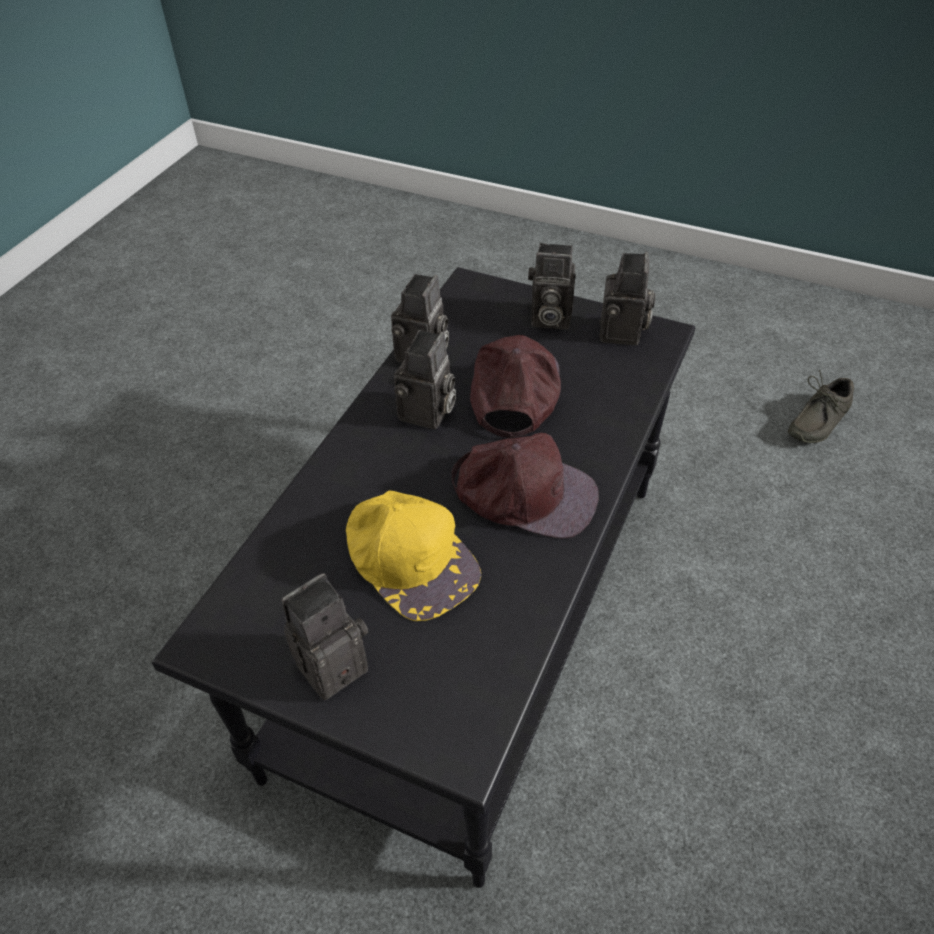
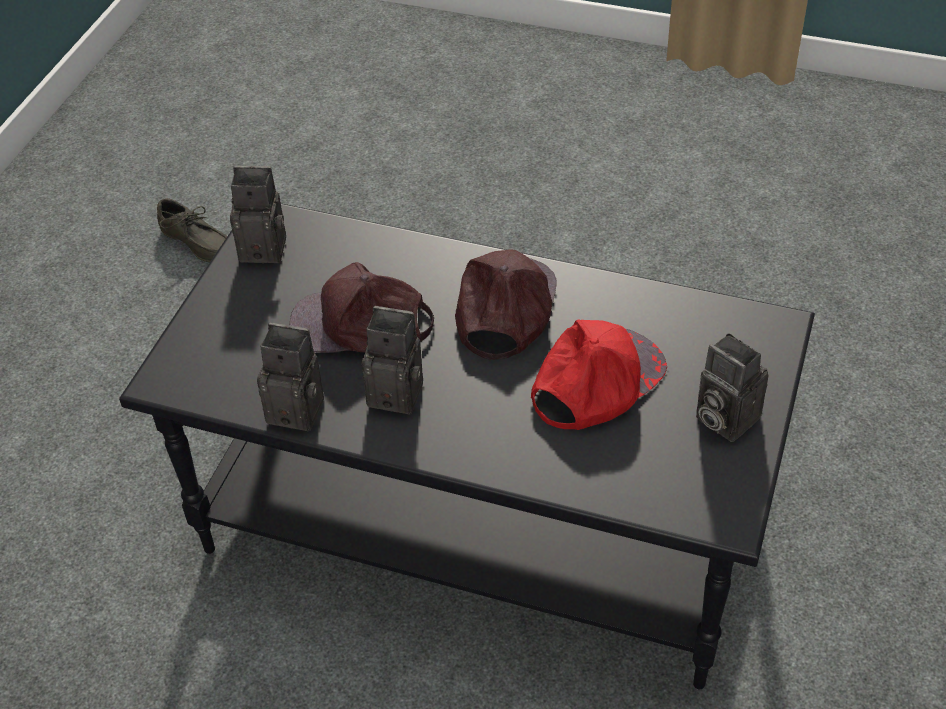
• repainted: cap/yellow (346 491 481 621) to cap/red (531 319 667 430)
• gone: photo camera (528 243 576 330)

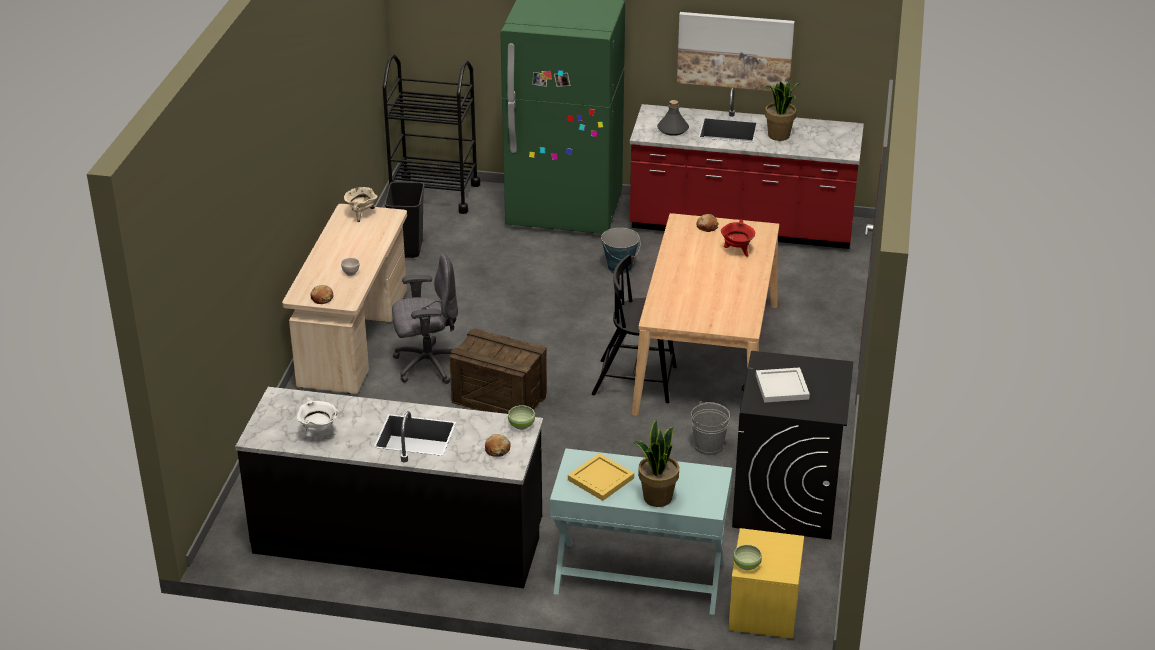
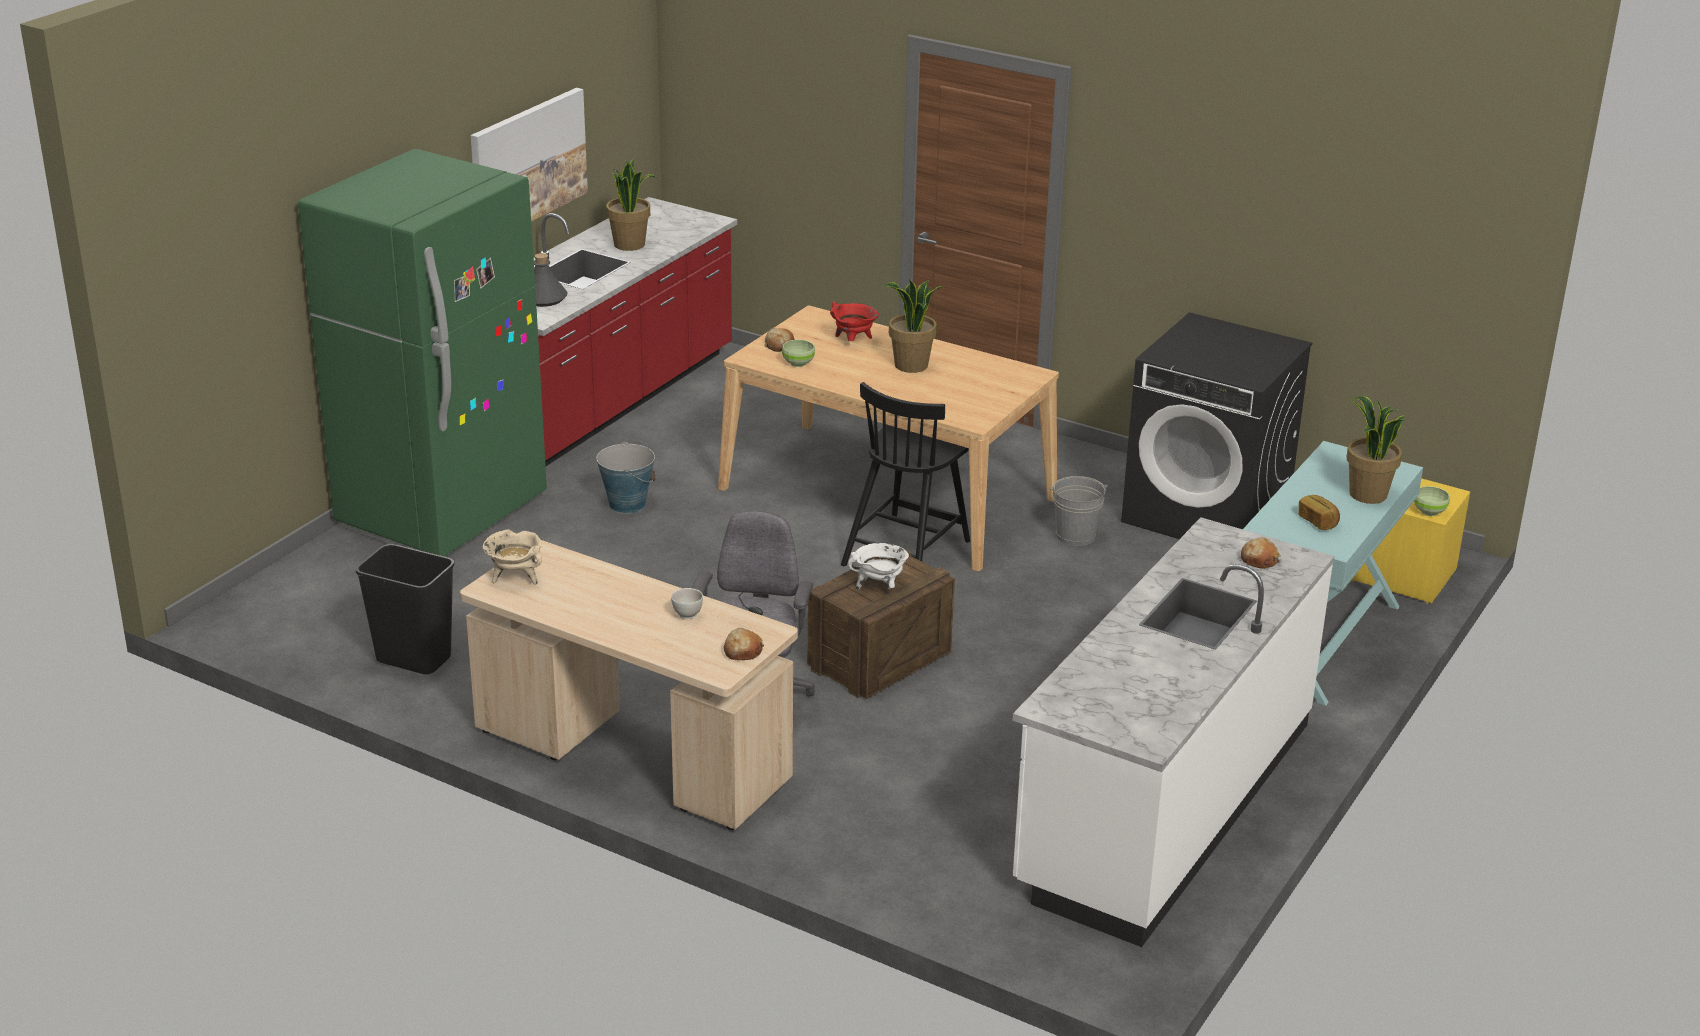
• shifted: bowl/green (508 405 535 430) to (782 340 815 367)
• shifted: cooking pot/white (297 398 338 437) to (848 543 909 590)
• new: potted plant (883 279 943 373)
• repainted: counter/black (235 387 543 588) to counter/white (1013 517 1334 947)
• swapped: tray/yellow (568 453 634 501) to bread (1298 495 1340 530)
• gone: cart/black (383 55 480 214)
• gone: tray/white (756 367 810 403)

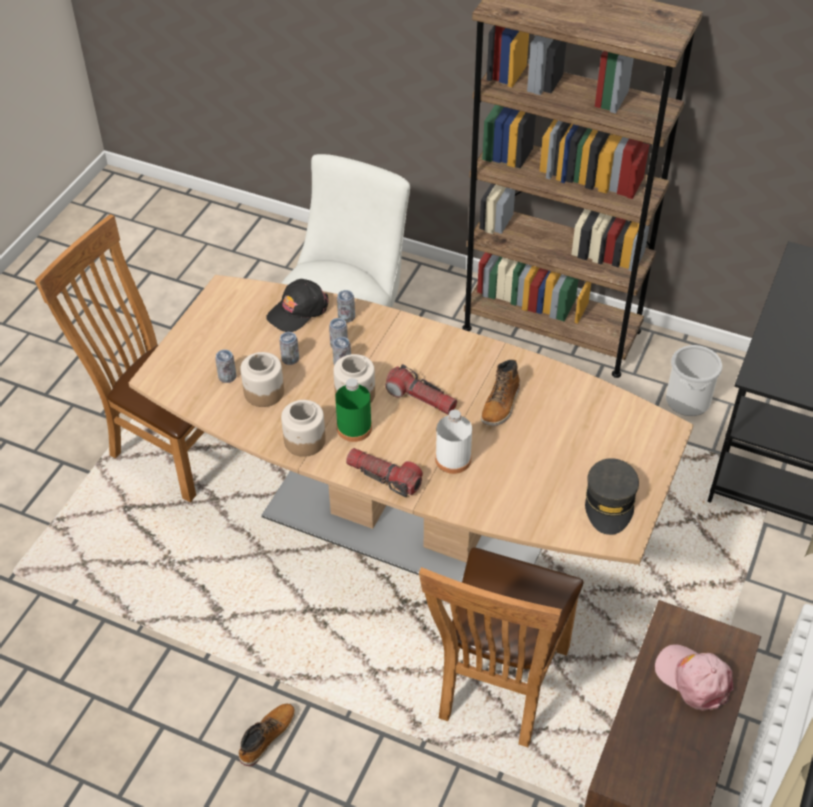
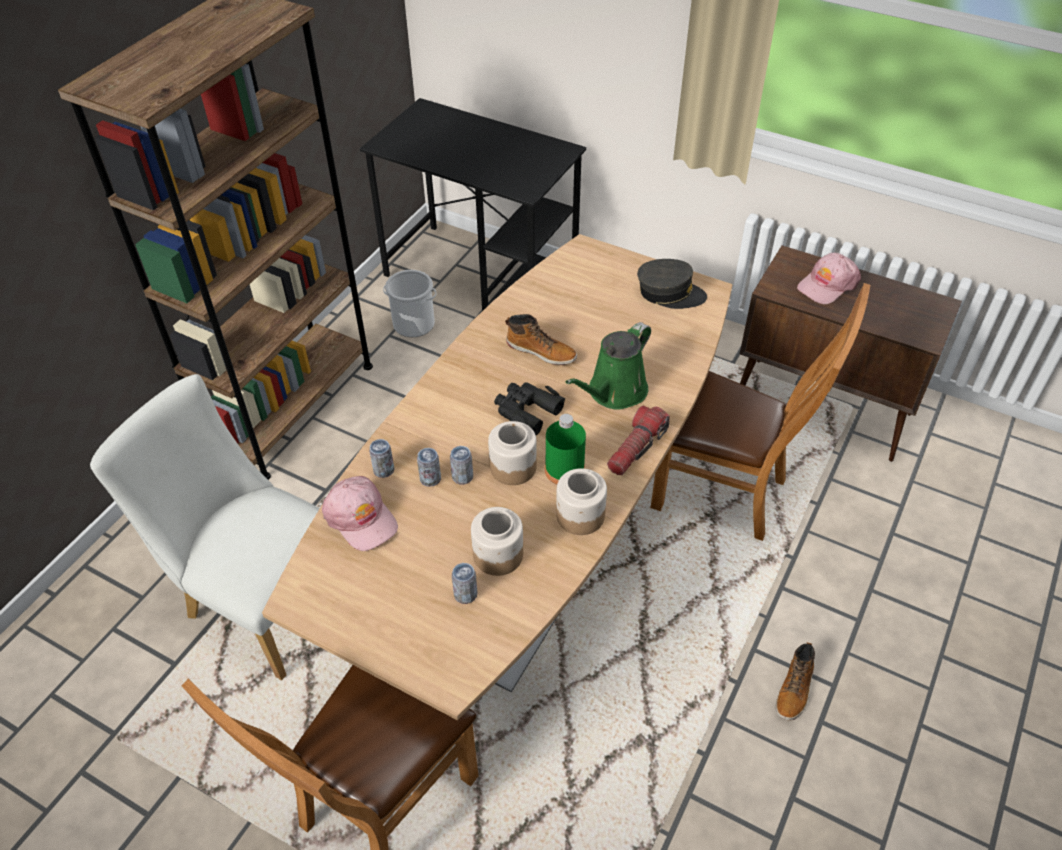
• repainted: cap/black (266 279 329 332) to cap/pink (322 476 398 551)
• swapped: flashlight (385 364 457 415) to binoculars/black (494 382 565 435)
• swapped: bottle/white (435 410 472 474) to watering can/green (566 322 651 410)
• rotated: boot (239 703 296 766) = (776 642 815 721) 105 degrees counterclockwise
• gone: can (279 332 299 365)

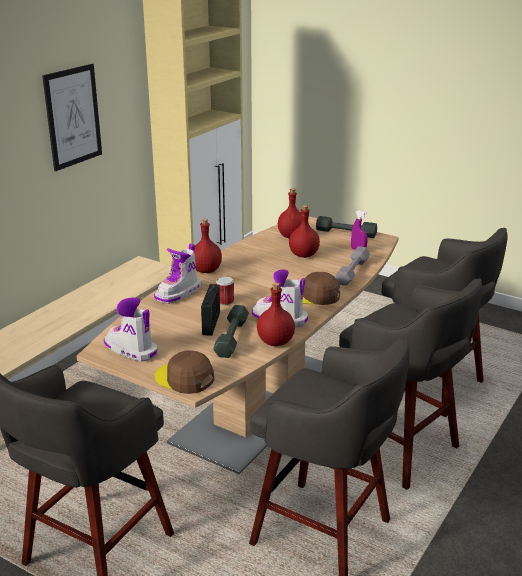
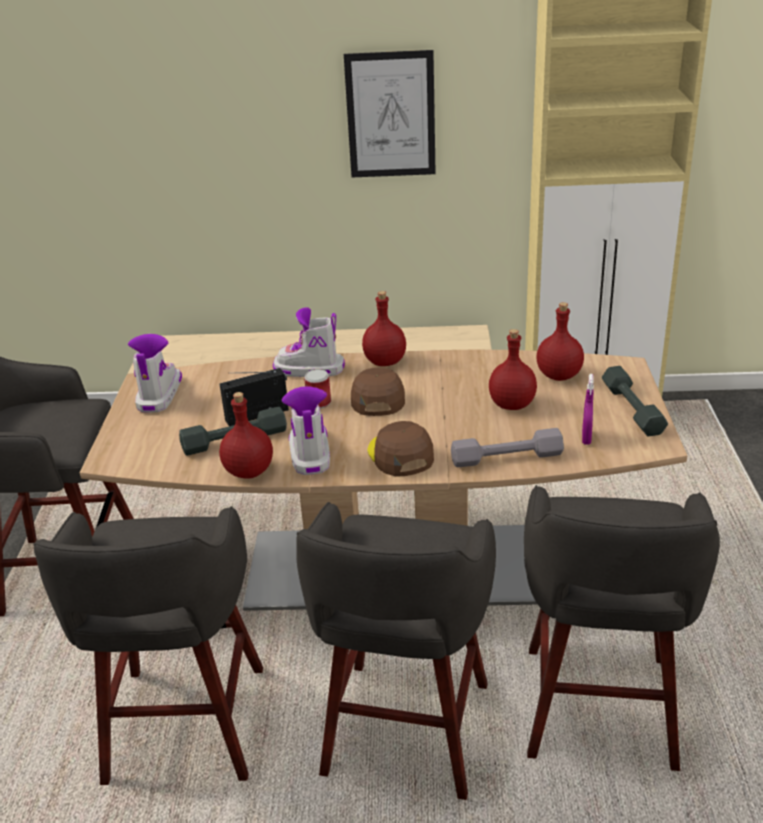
• shifted: cap/brown (155 351 214 394) to (351 368 405 416)

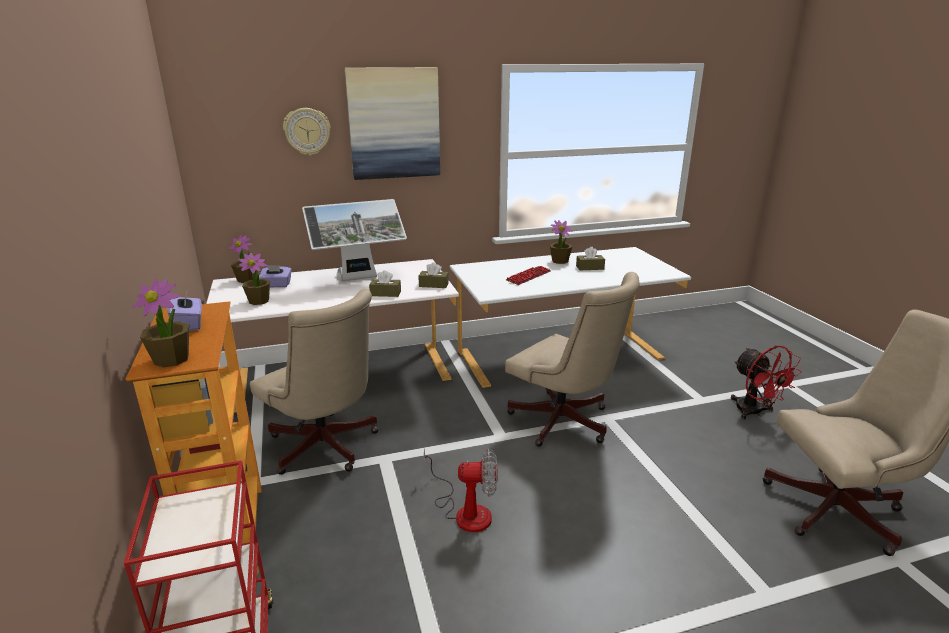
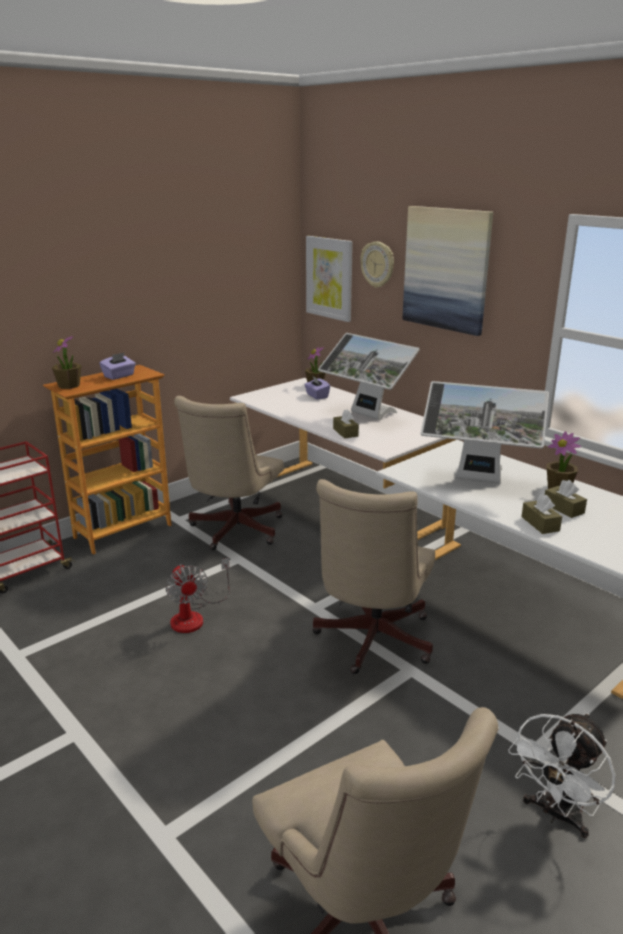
• new: picture (306 236 353 322)
• swapped: keyboard (506 266 551 285) to monitor (421 381 549 484)
• repainted: fan/red (731 345 802 420) to fan/white (508 713 616 838)
• shifted: tissue box/brown (419 262 449 288) to (521 494 562 534)
• gone: potted plant (238 253 270 305)

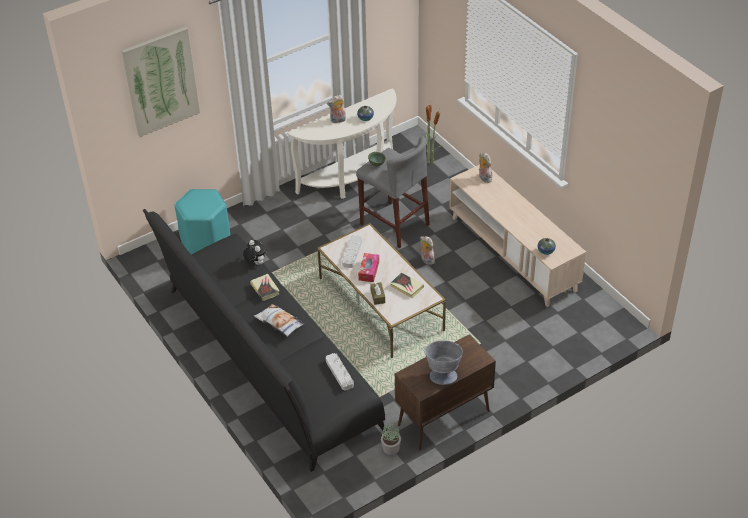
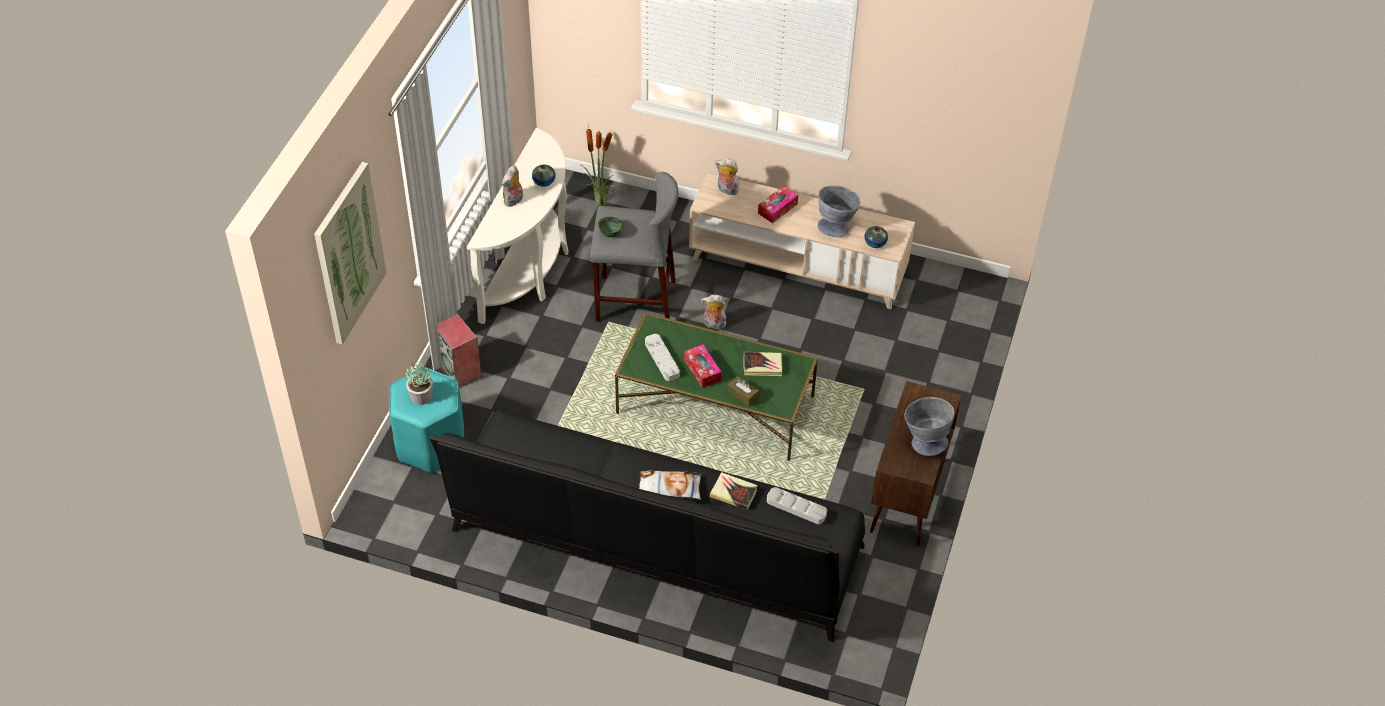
• shifted: potted plant (381 422 401 455) to (406 361 433 405)
• new: speaker (437 314 482 388)
• repainted: coffee table/white (317 223 446 358) to coffee table/green (615 312 818 461)
• shifted: book (250 274 279 301) to (710 472 758 510)
• new: tissue box (758 185 798 223)
• new: bowl/grey (818 185 861 237)
• gone: plush toy (243 240 266 265)

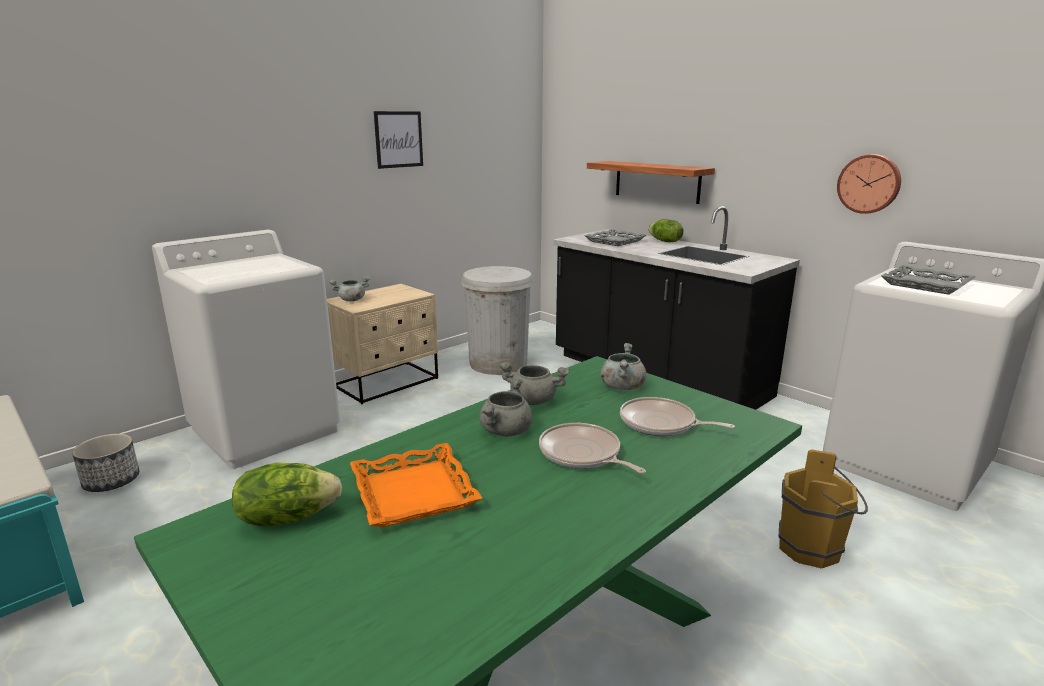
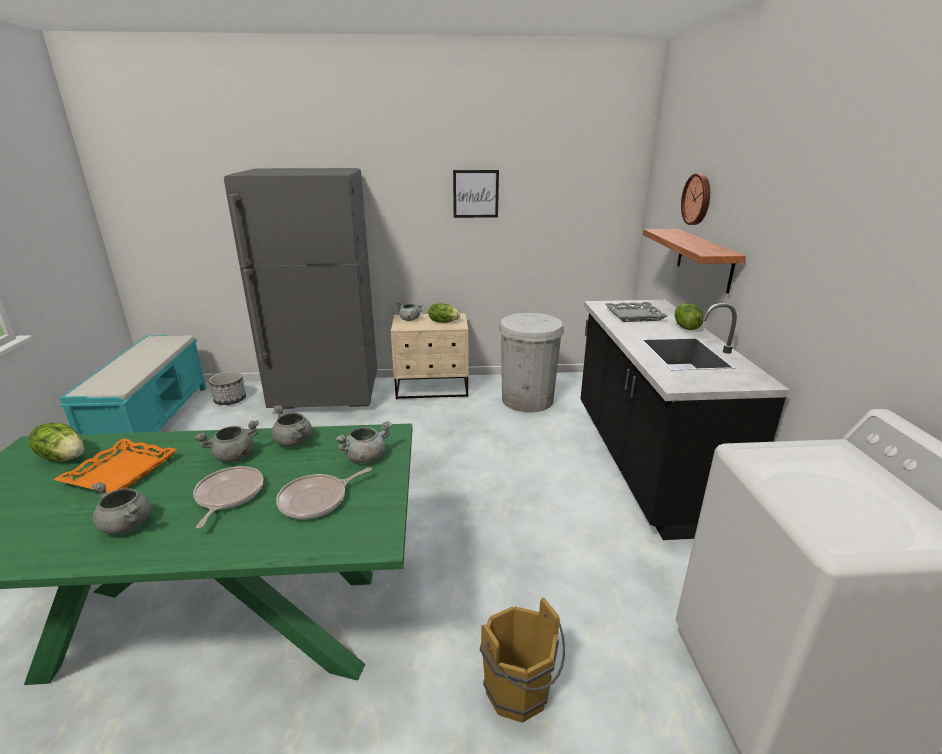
• new: cooking pot/grey (92 482 151 535)
• swapped: washing machine/white (152 230 340 469) to fridge/grey (224 168 377 409)
• rotated: frying pan (620 397 735 436) = (276 467 372 519) 105 degrees counterclockwise
• new: lettuce (428 303 460 323)
• shifted: wall clock (837 154 901 214) to (681 174 710 225)
• gone: tray/grey (881 265 976 295)

